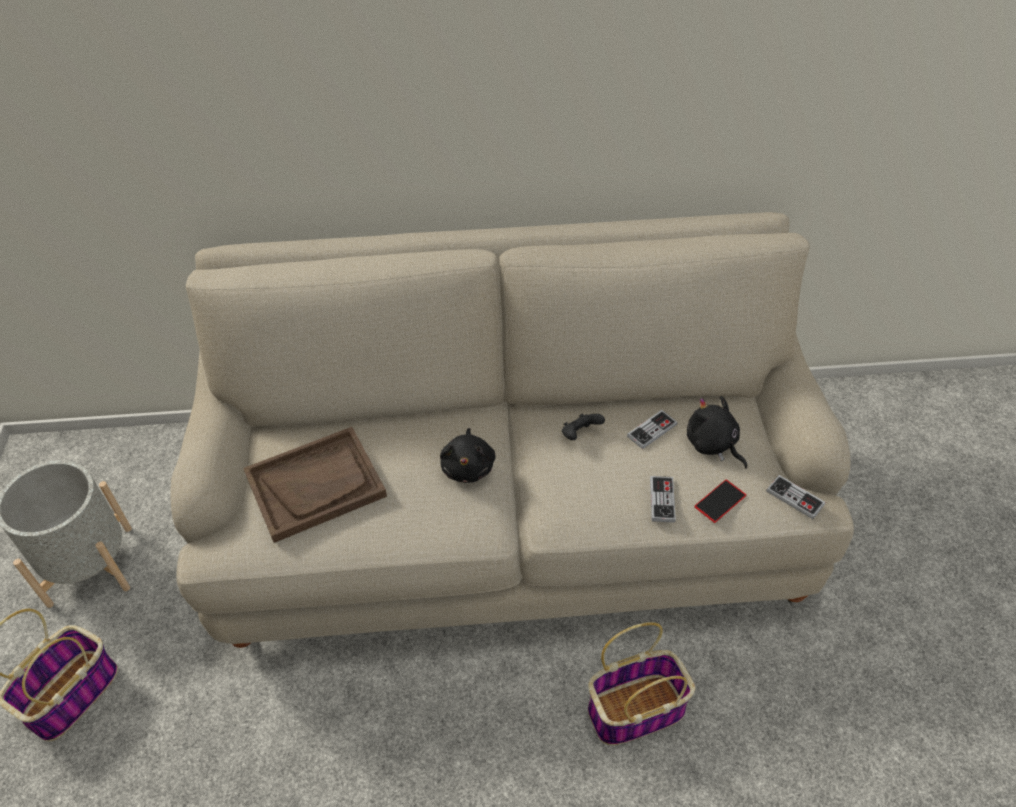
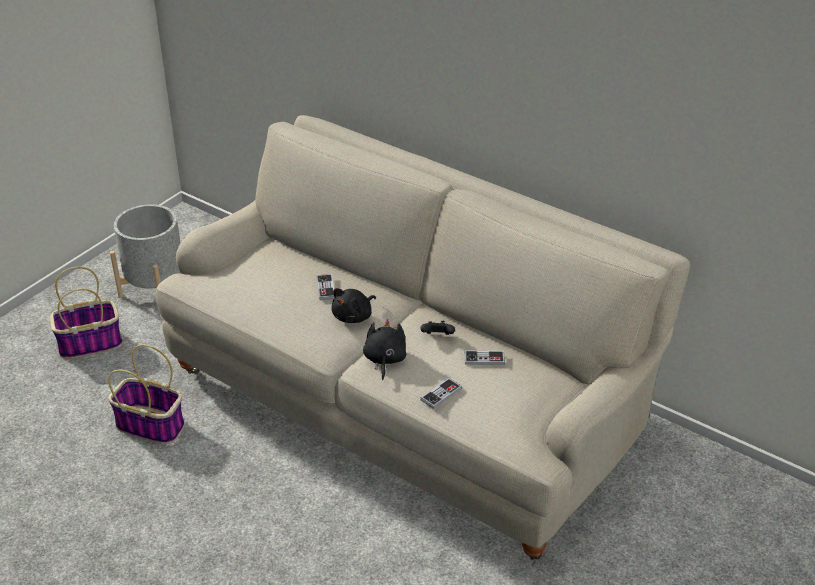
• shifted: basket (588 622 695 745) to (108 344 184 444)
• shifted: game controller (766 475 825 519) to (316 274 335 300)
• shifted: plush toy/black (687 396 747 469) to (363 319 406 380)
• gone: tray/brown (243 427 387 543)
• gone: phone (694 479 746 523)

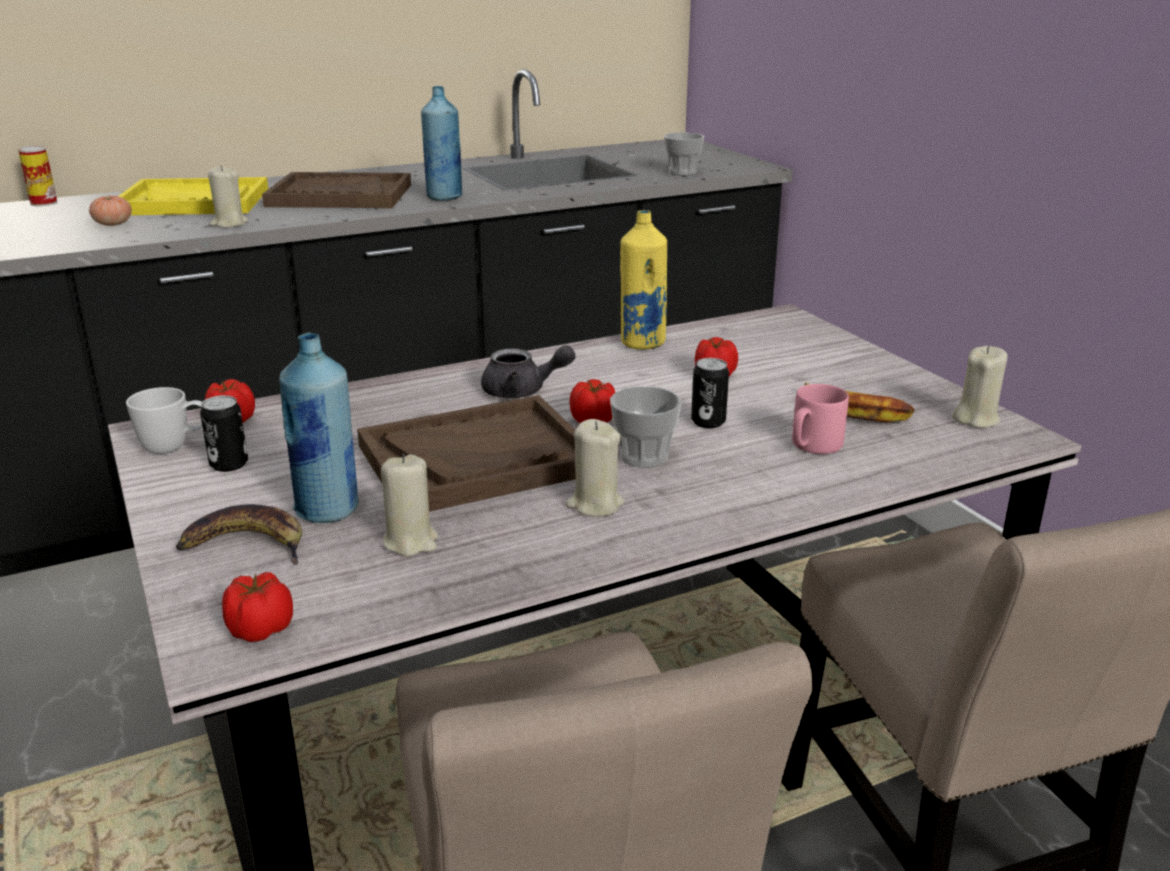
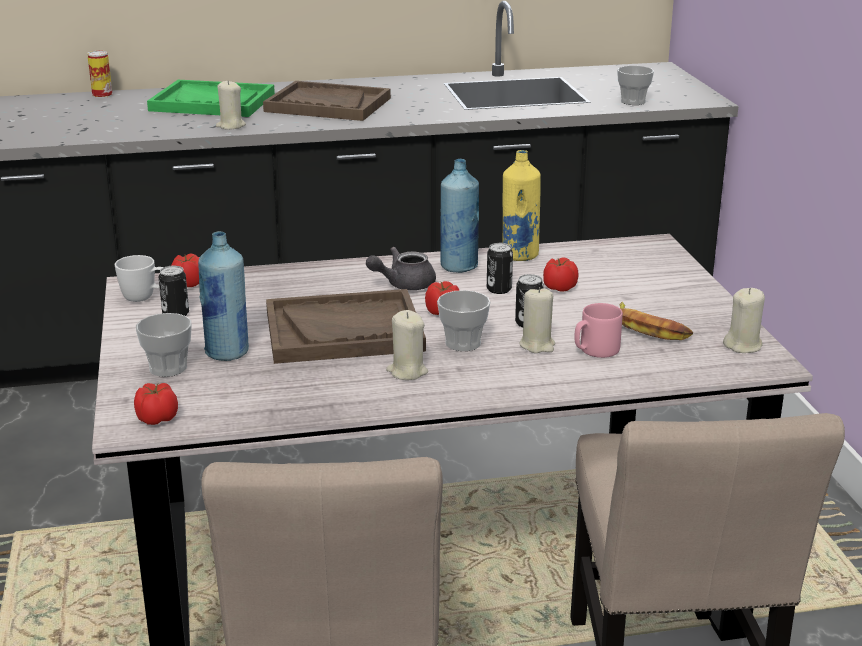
• swapped: banana (176 504 302 565) to cup (136 313 192 377)
• repainted: tray/yellow (119 177 268 215) to tray/green (147 80 275 117)
• rotated: teapot/grey (481 345 576 398) = (366 247 436 290) 135 degrees clockwise
• shifted: bottle/blue (421 86 463 201) to (441 159 479 273)
• new: can (487 243 513 294)
• shifted: candle/beige (381 454 438 557) to (520 287 555 353)
• gone: tomato (89 196 132 226)

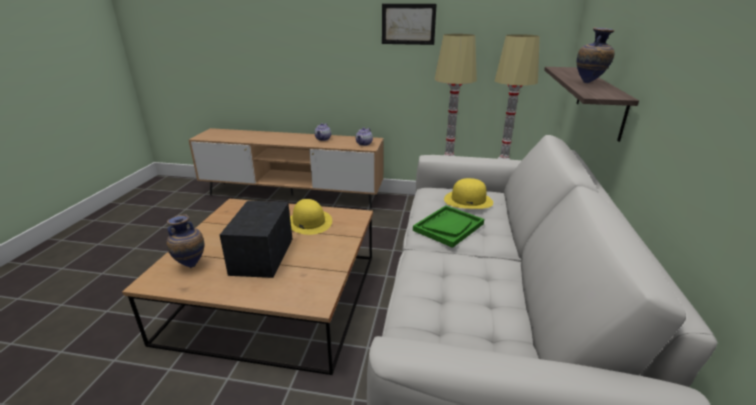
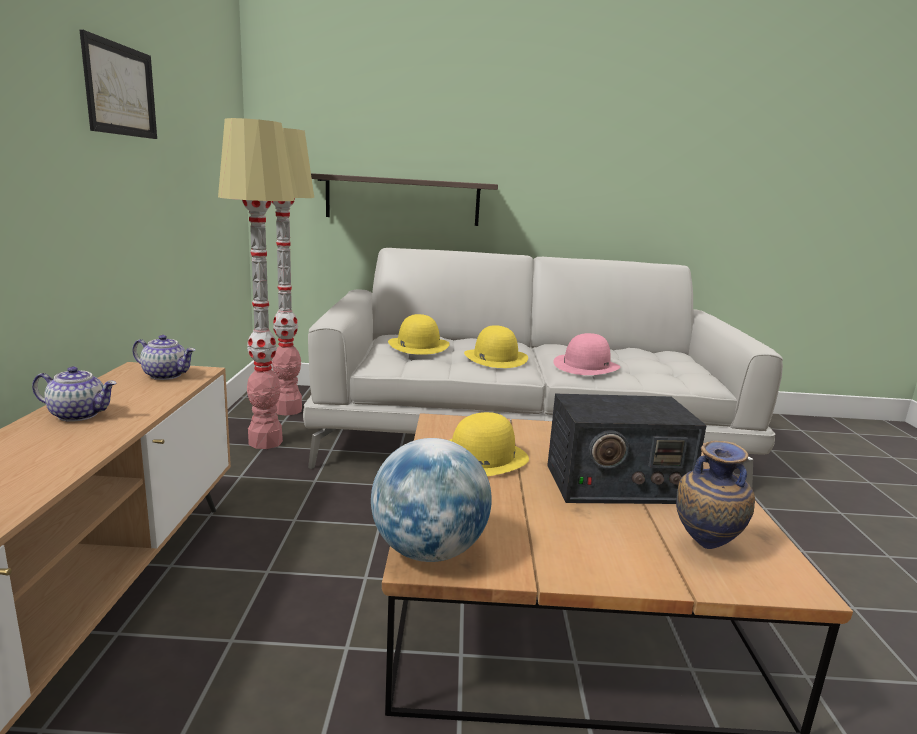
• new: globe (371 438 492 562)
• swapped: tray/green (413 205 484 248) to hat/yellow (464 325 528 368)
• new: hat/pink (553 333 621 375)
• gone: vase (577 27 615 83)

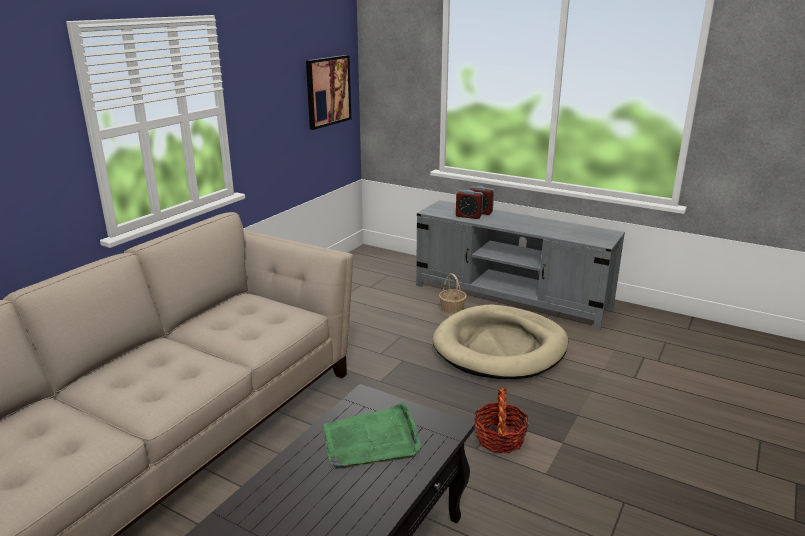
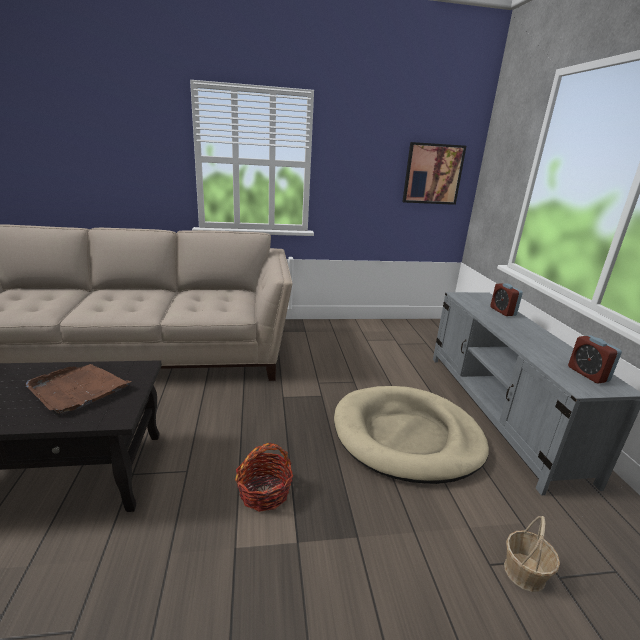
• repainted: tray/green (323 402 421 469) to tray/brown (25 364 131 413)
• shifted: basket (439 273 467 316) to (504 516 560 592)
• shifted: alarm clock (456 190 483 219) to (568 335 622 383)

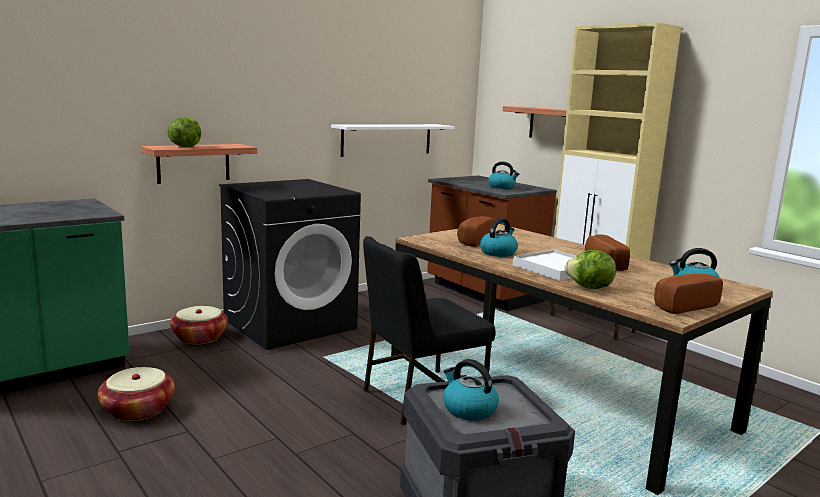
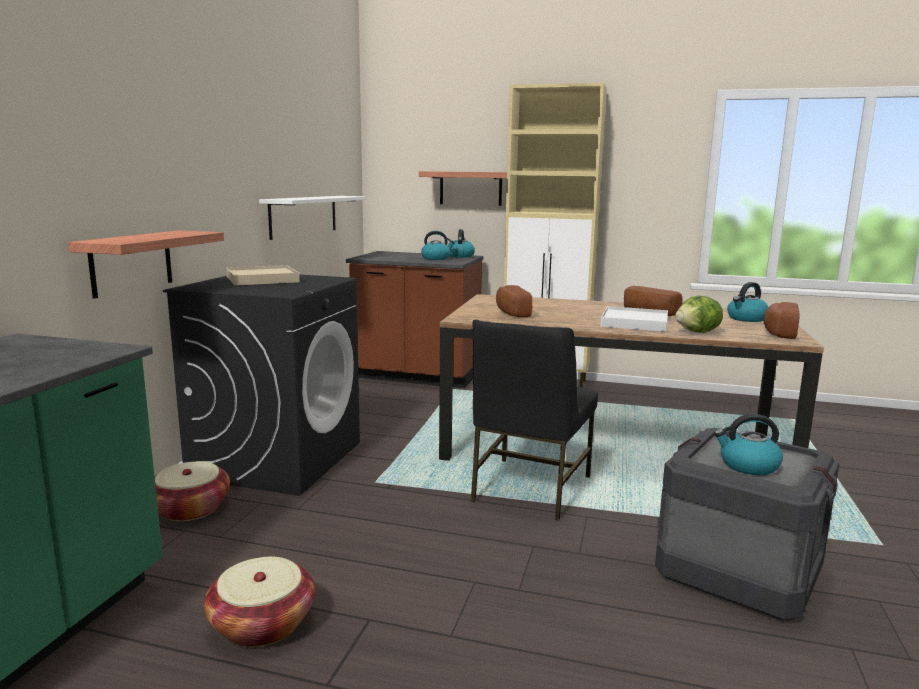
• new: tray/beige (226 265 300 286)
• shifted: kettle (480 218 518 257) to (449 229 475 258)
• gone: lettuce (167 117 201 147)

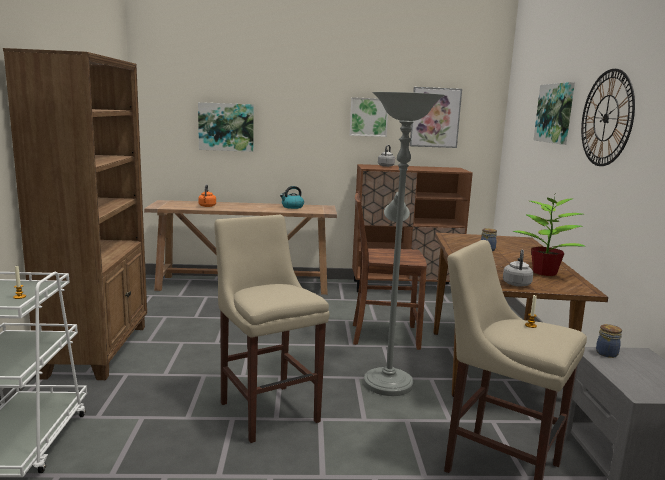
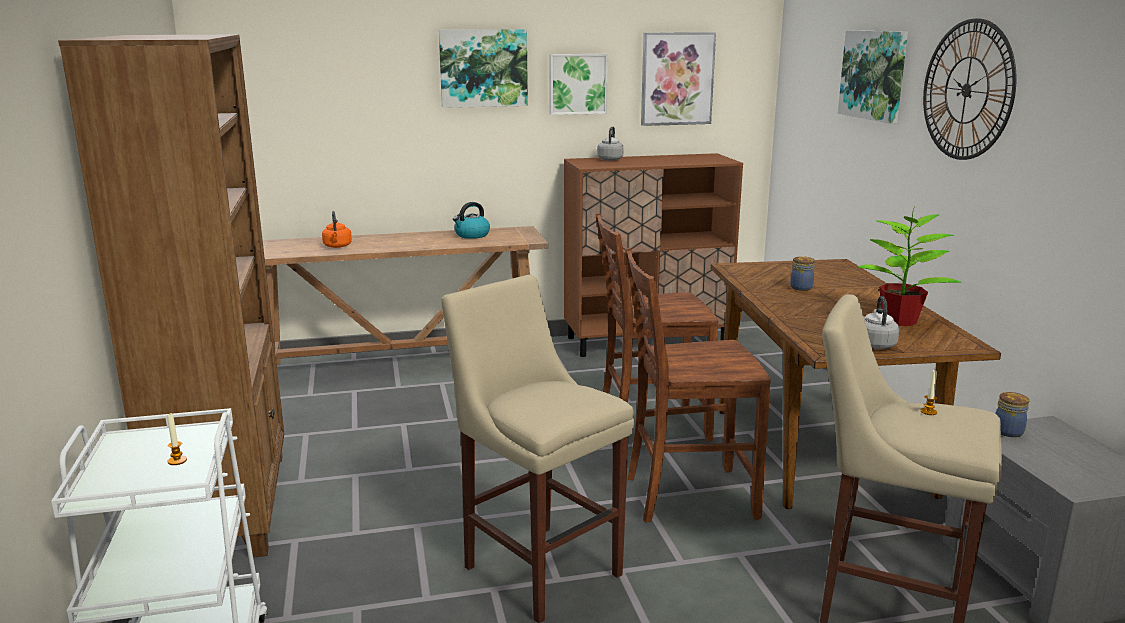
• shifted: picture (198 102 254 152) to (439 29 528 108)
• swapped: floor lamp/grey (364 92 445 396) to chair/brown (625 247 771 522)

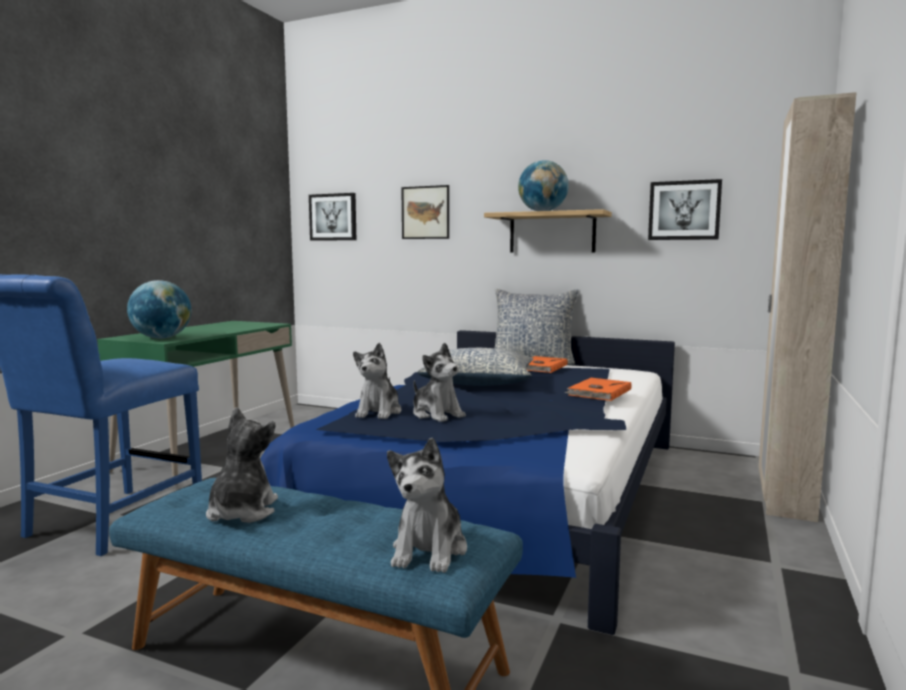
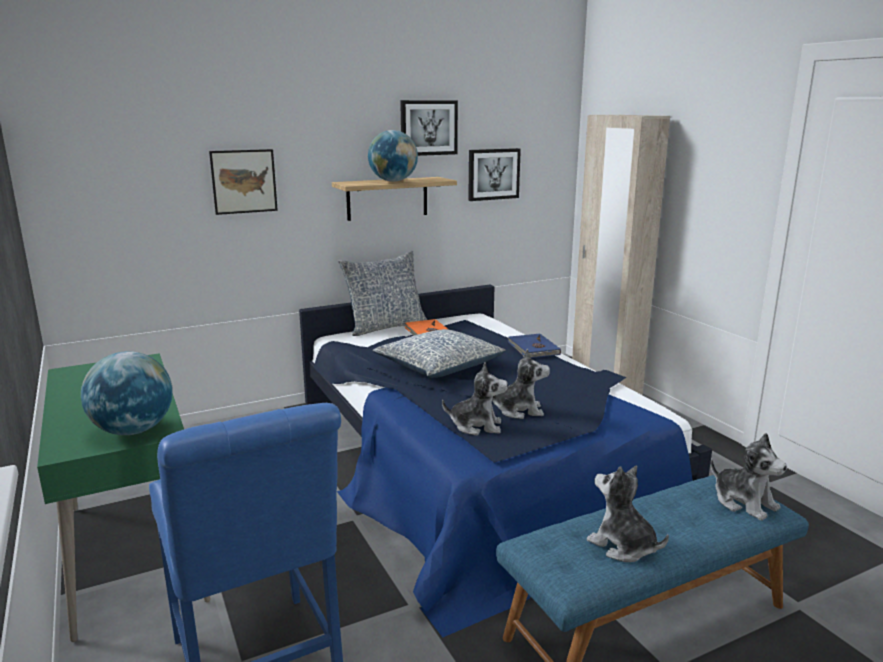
• shifted: picture (309 193 356 241) to (400 100 458 156)
• rotated: plush toy (353 343 402 419) = (442 362 508 435) 45 degrees counterclockwise
• repainted: book/orange (564 378 632 401) to book/blue (508 333 561 358)

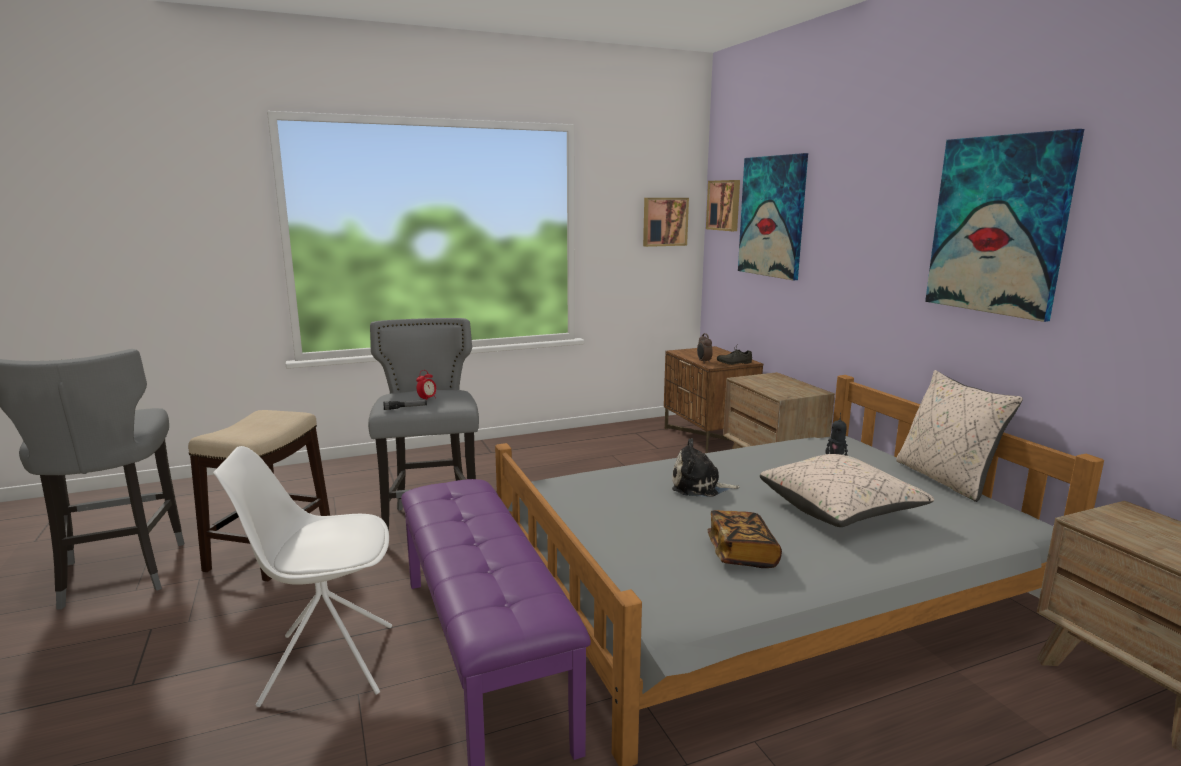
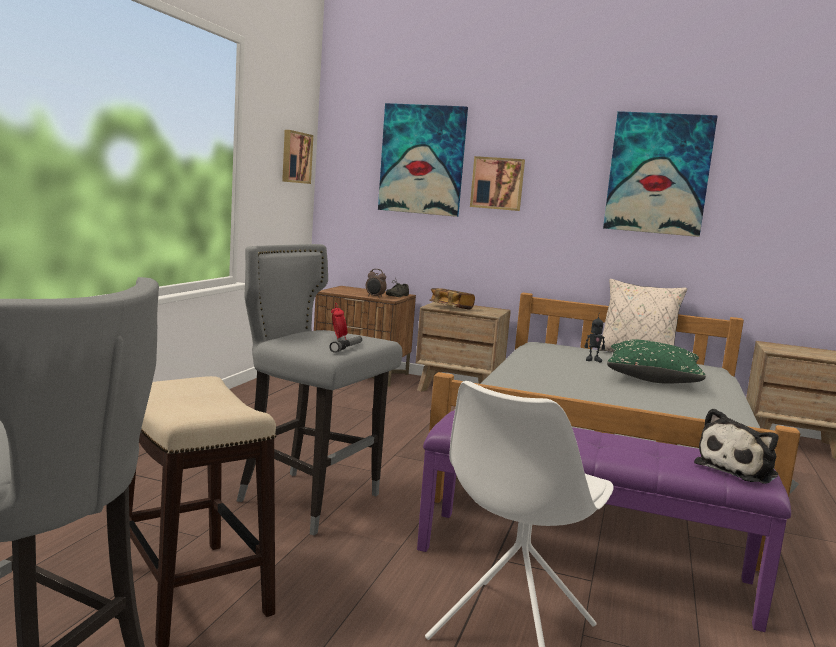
• shifted: book (708 510 782 568) to (429 288 475 309)
• shifted: picture (706 180 740 231) to (470 156 525 211)
• repainted: pillow/beige (760 454 934 527) to pillow/green (607 340 706 384)
• shifted: plush toy (672 438 740 497) to (694 408 779 484)

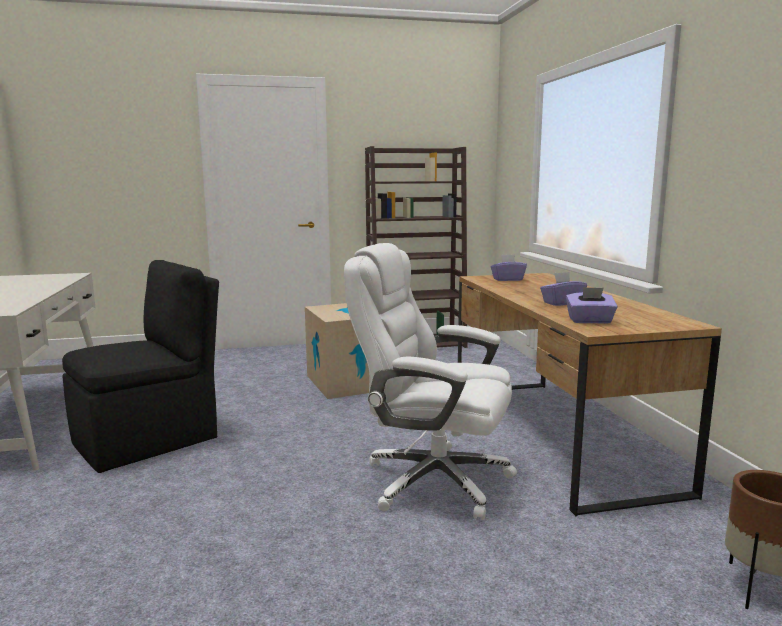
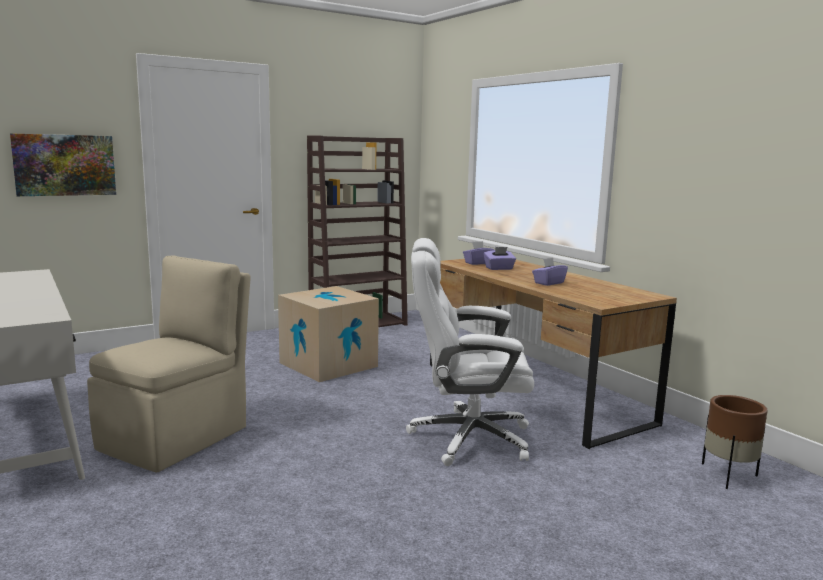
• new: picture (10 133 116 196)
• repainted: chair/black (62 260 219 473) to chair/beige (87 256 251 472)
• shifted: tissue box/purple (566 287 618 324) to (484 247 516 270)

